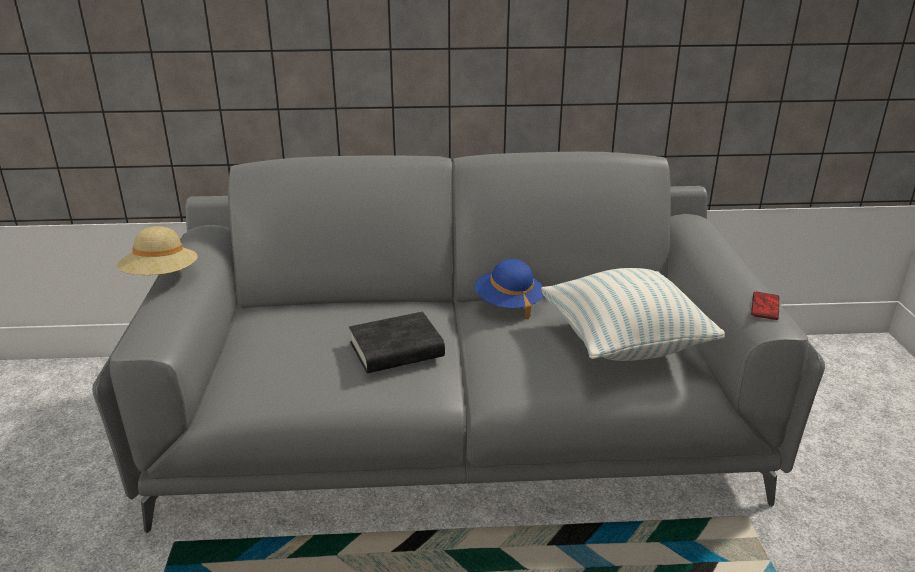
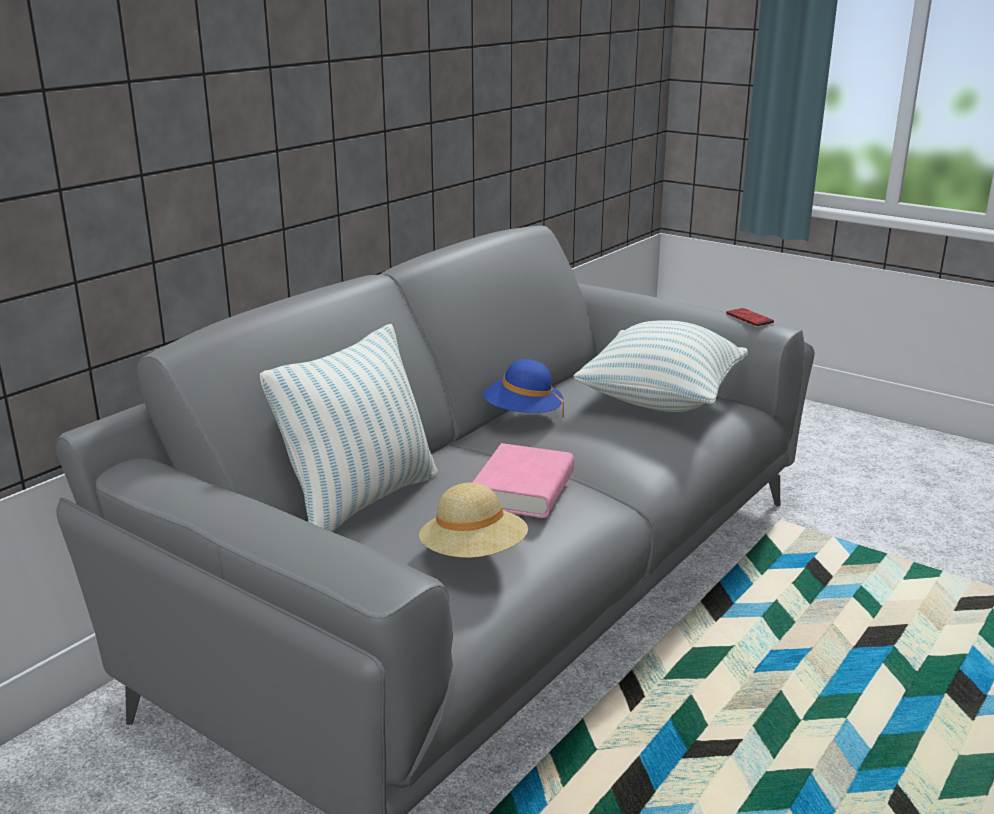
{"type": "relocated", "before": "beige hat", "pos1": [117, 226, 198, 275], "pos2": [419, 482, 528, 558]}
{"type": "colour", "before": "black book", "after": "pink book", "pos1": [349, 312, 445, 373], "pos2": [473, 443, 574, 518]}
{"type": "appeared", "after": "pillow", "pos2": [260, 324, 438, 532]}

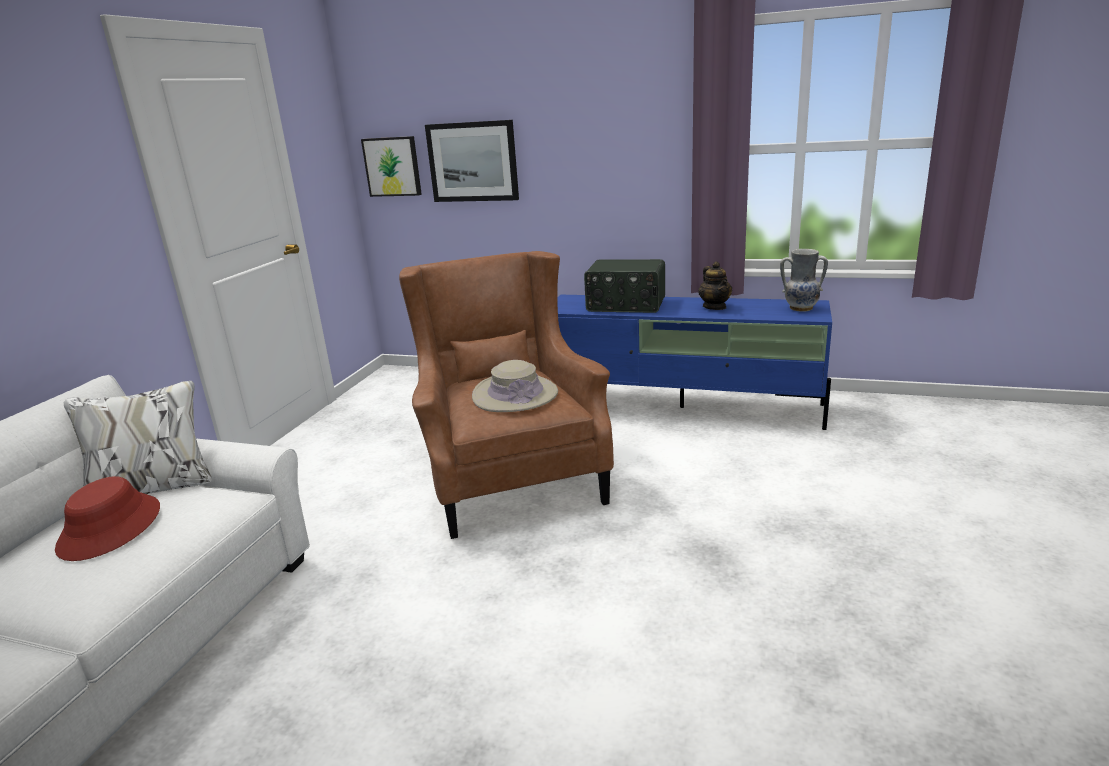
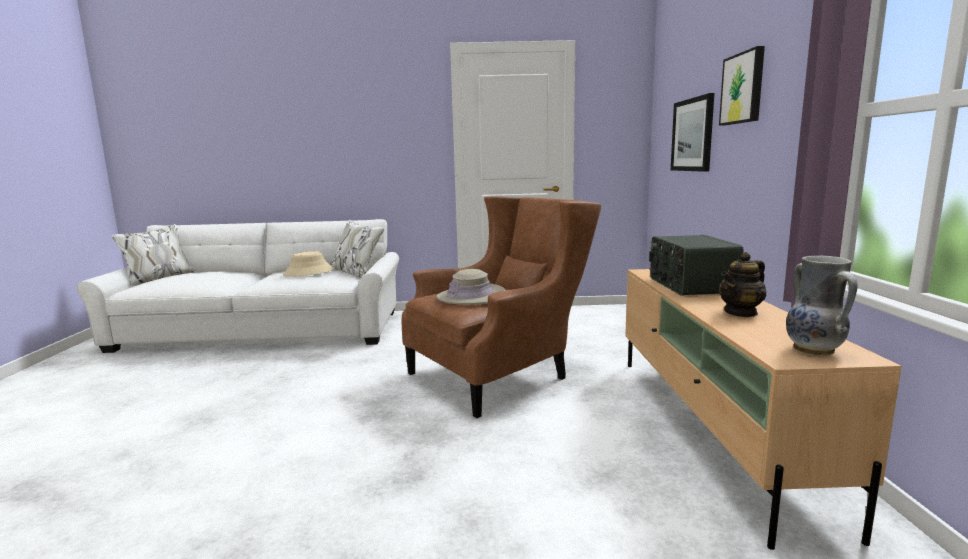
{"type": "relocated", "before": "picture", "pos1": [361, 136, 422, 197], "pos2": [719, 46, 765, 126]}
{"type": "colour", "before": "blue tv stand", "after": "beige tv stand", "pos1": [557, 295, 832, 430], "pos2": [625, 269, 902, 550]}
{"type": "colour", "before": "red hat", "after": "beige hat", "pos1": [55, 476, 160, 561], "pos2": [283, 251, 334, 277]}

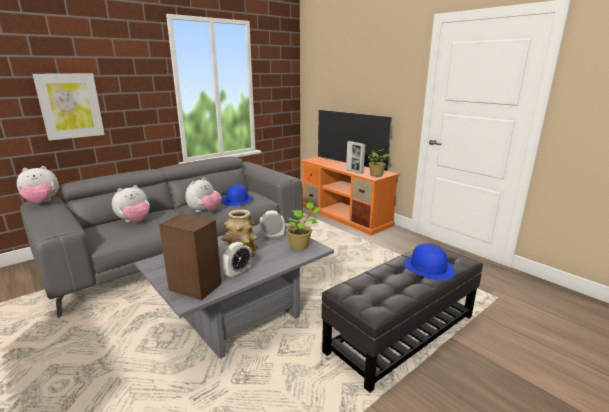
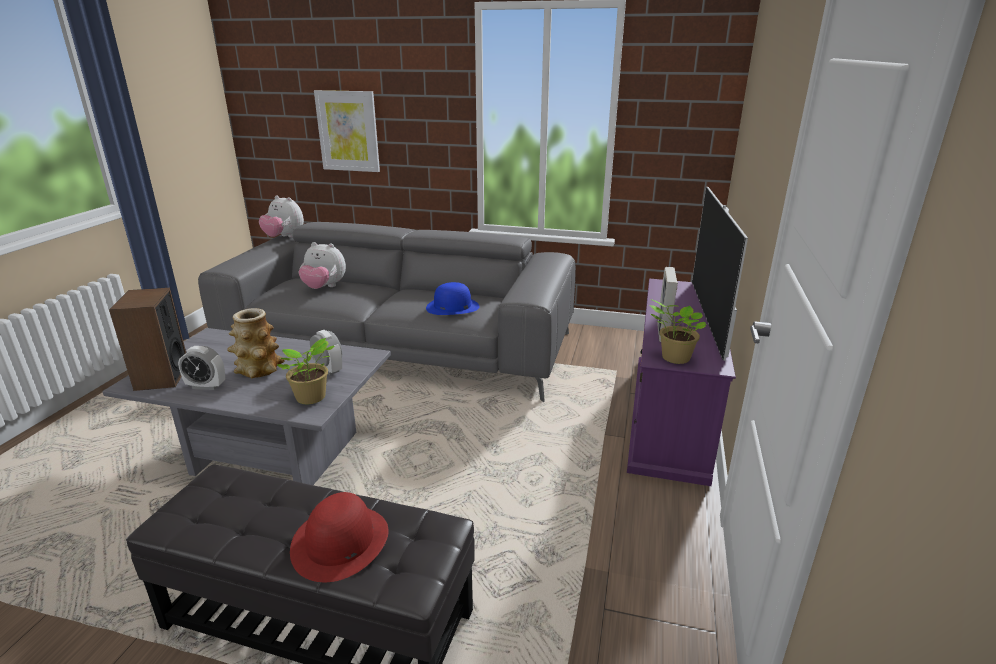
{"type": "colour", "before": "orange tv stand", "after": "purple tv stand", "pos1": [301, 157, 400, 236], "pos2": [627, 279, 736, 486]}
{"type": "missing", "before": "plush toy", "pos1": [185, 177, 222, 213]}
{"type": "colour", "before": "blue hat", "after": "red hat", "pos1": [403, 244, 455, 281], "pos2": [290, 492, 389, 582]}

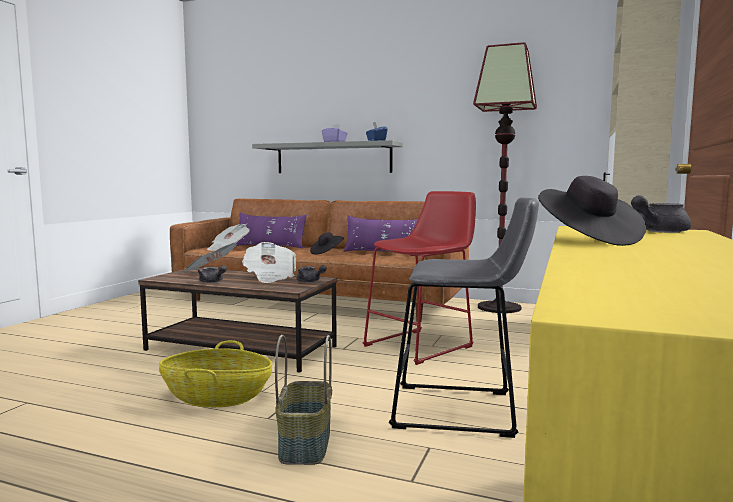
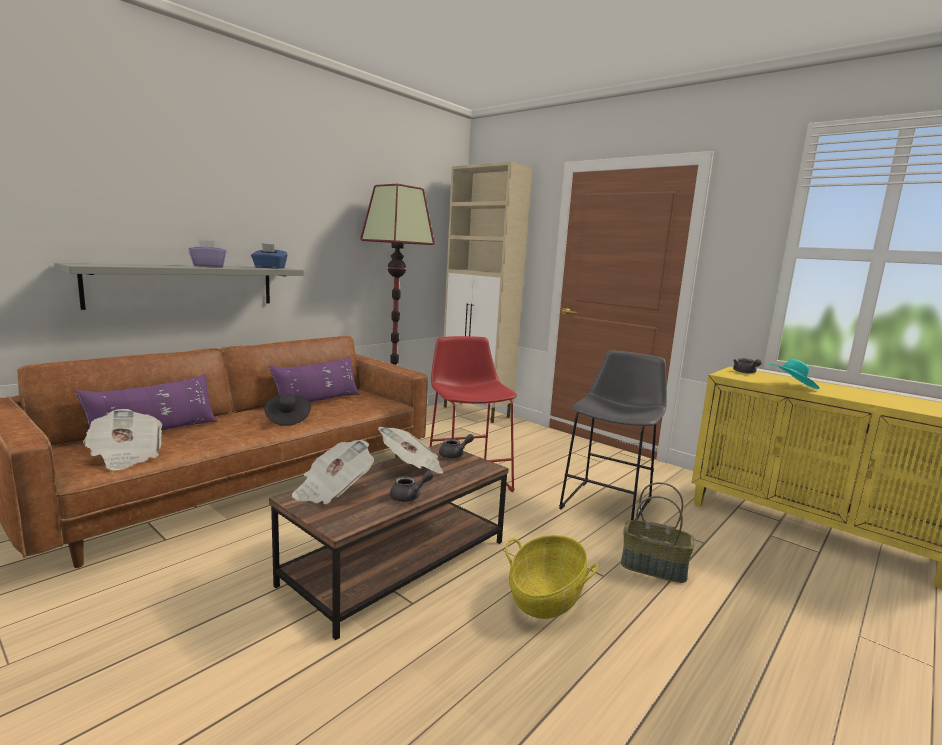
{"type": "colour", "before": "black hat", "after": "turquoise hat", "pos1": [538, 176, 646, 246], "pos2": [769, 359, 819, 389]}

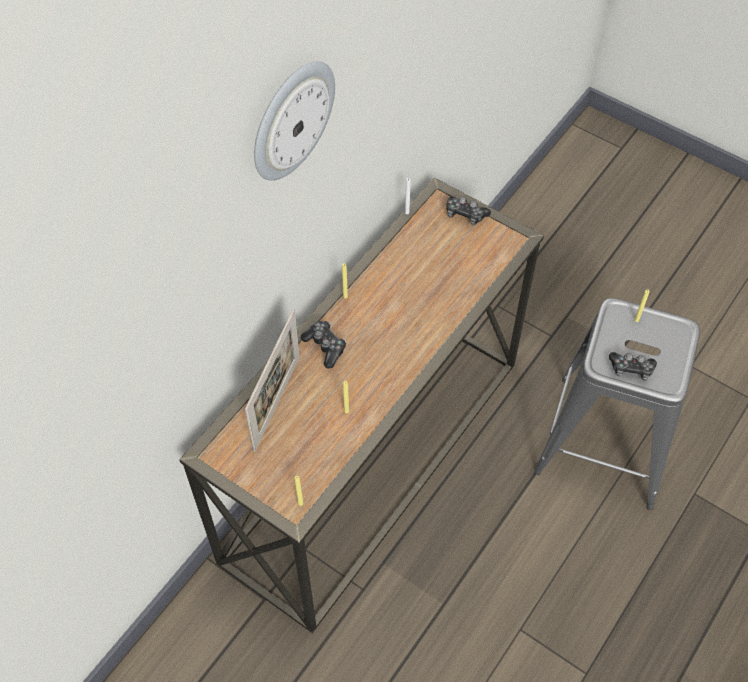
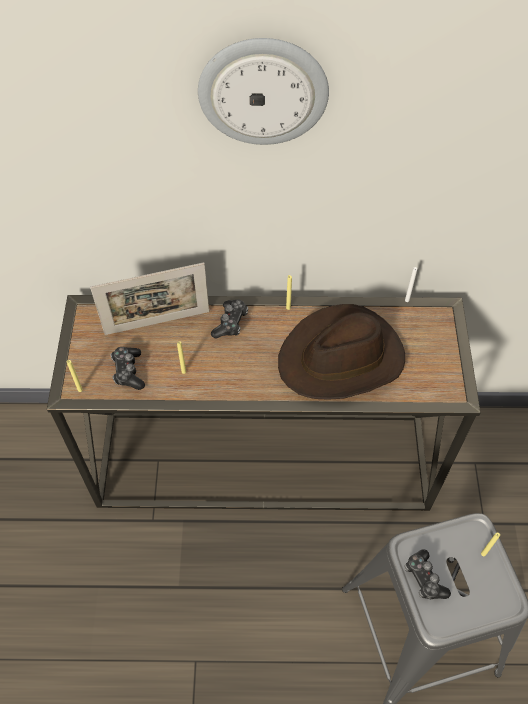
{"type": "relocated", "before": "game controller", "pos1": [446, 197, 491, 226], "pos2": [110, 347, 145, 390]}
{"type": "appeared", "after": "brown hat", "pos2": [278, 304, 405, 400]}

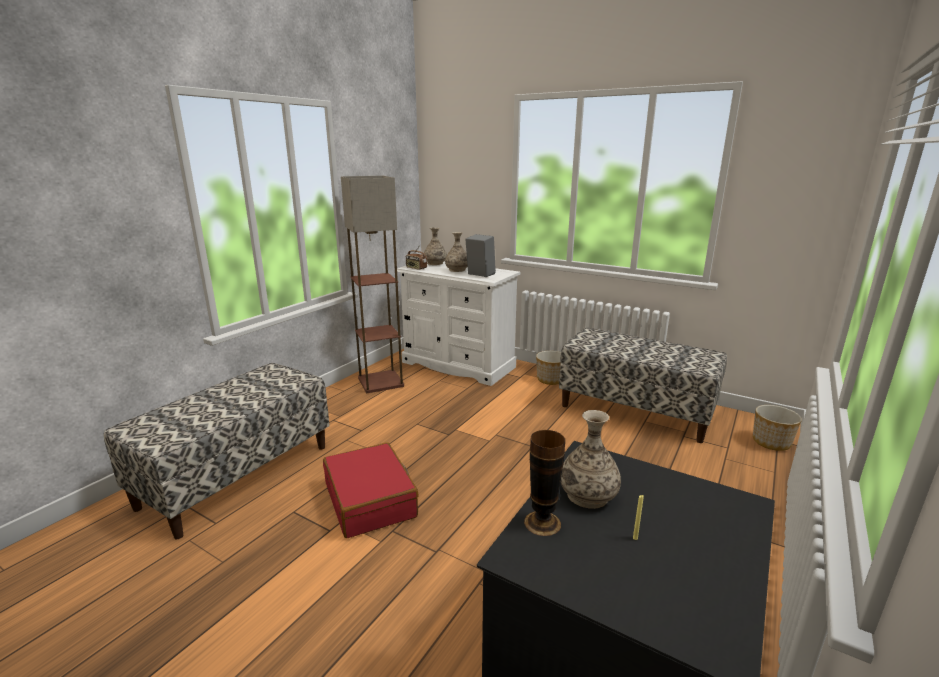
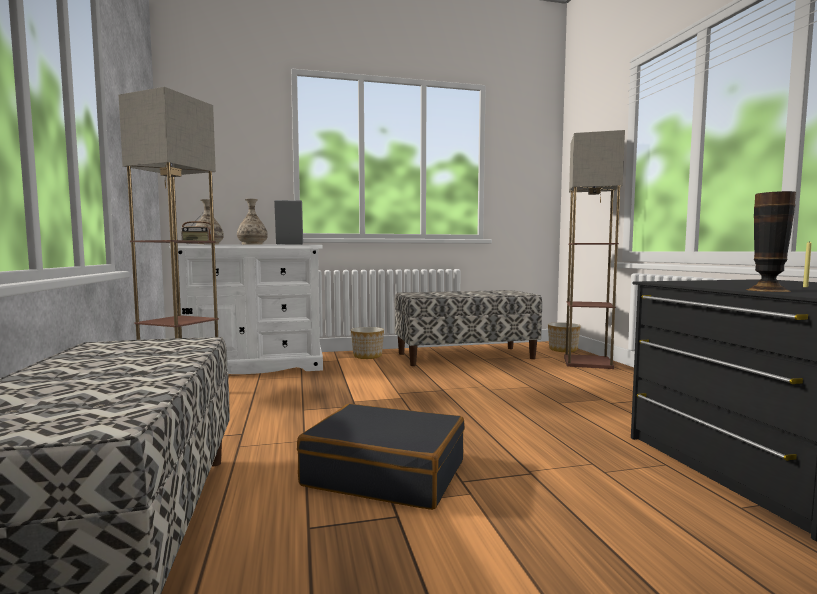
{"type": "missing", "before": "vase", "pos1": [561, 410, 621, 509]}
{"type": "colour", "before": "red suitcase", "after": "black suitcase", "pos1": [323, 442, 419, 538], "pos2": [297, 404, 465, 510]}
{"type": "appeared", "after": "floor lamp", "pos2": [564, 130, 625, 369]}

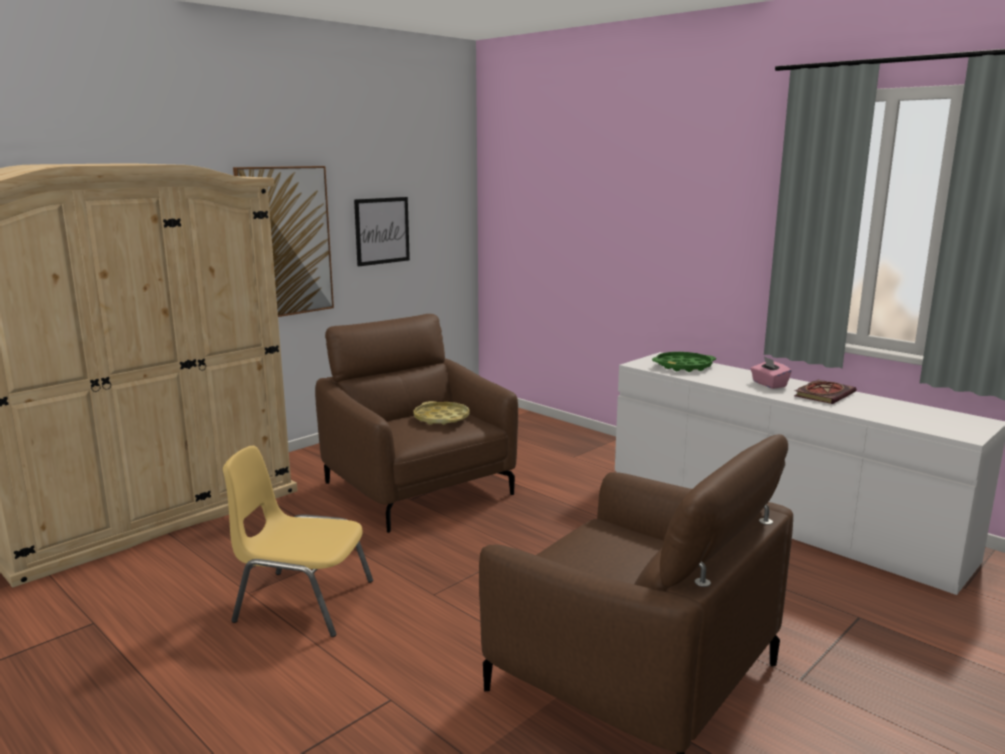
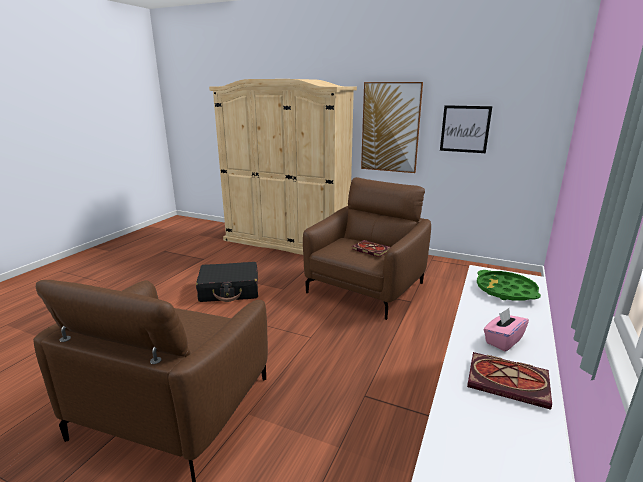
{"type": "exchanged", "before": "yellow tray", "after": "book", "pos1": [413, 401, 469, 425], "pos2": [352, 240, 390, 257]}
{"type": "exchanged", "before": "yellow chair", "after": "black suitcase", "pos1": [223, 446, 373, 637], "pos2": [196, 262, 258, 302]}

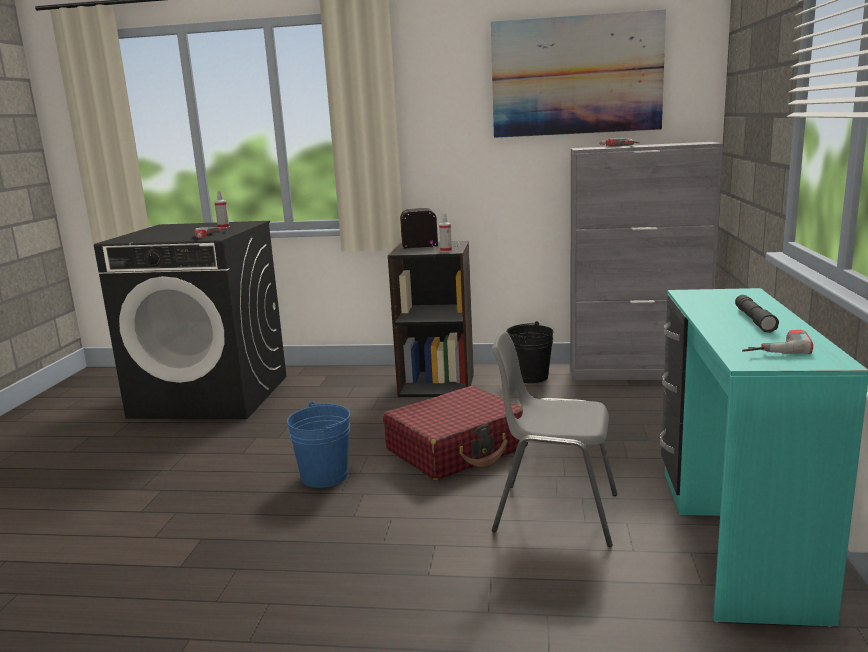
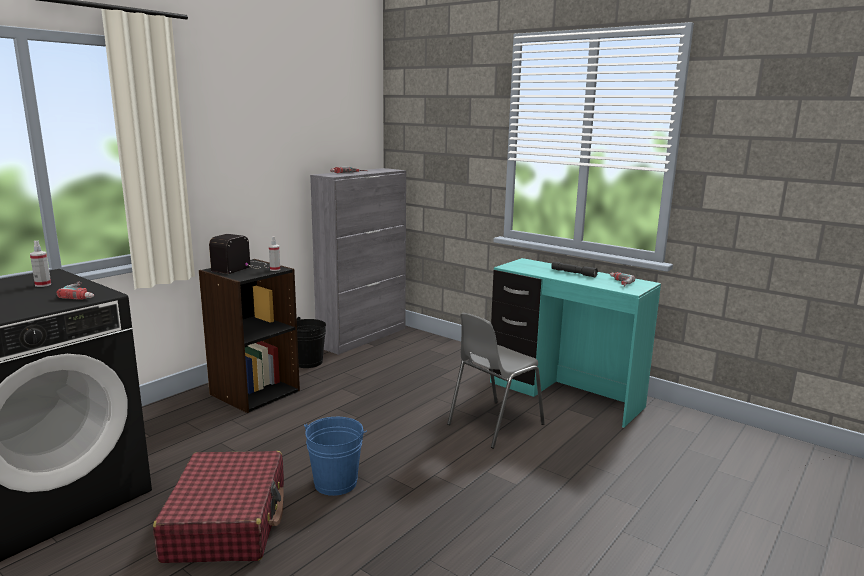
{"type": "missing", "before": "picture", "pos1": [491, 9, 666, 138]}
{"type": "relocated", "before": "red suitcase", "pos1": [383, 386, 528, 480], "pos2": [153, 451, 284, 563]}

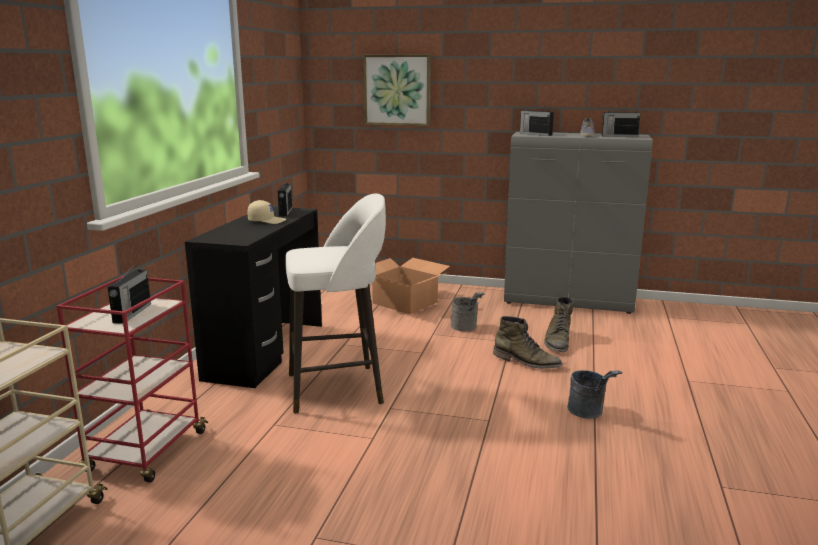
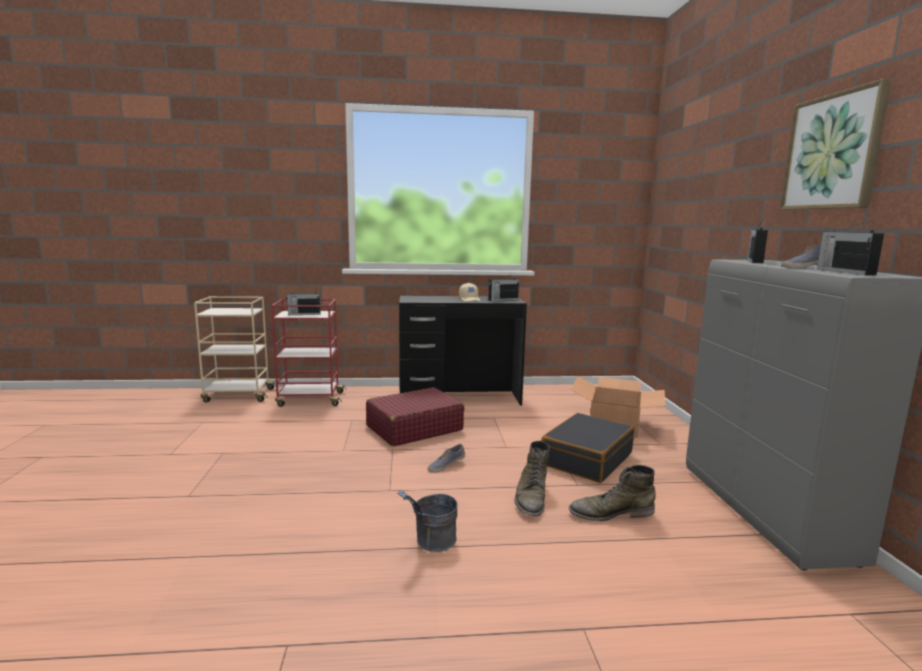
{"type": "relocated", "before": "picture", "pos1": [363, 54, 431, 126], "pos2": [780, 79, 891, 210]}
{"type": "exchanged", "before": "white stool", "after": "red suitcase", "pos1": [285, 193, 386, 414], "pos2": [366, 387, 464, 446]}
{"type": "exchanged", "before": "grey bucket", "after": "black suitcase", "pos1": [451, 292, 485, 332], "pos2": [541, 413, 634, 483]}
{"type": "appeared", "after": "shoe", "pos2": [428, 444, 465, 473]}

